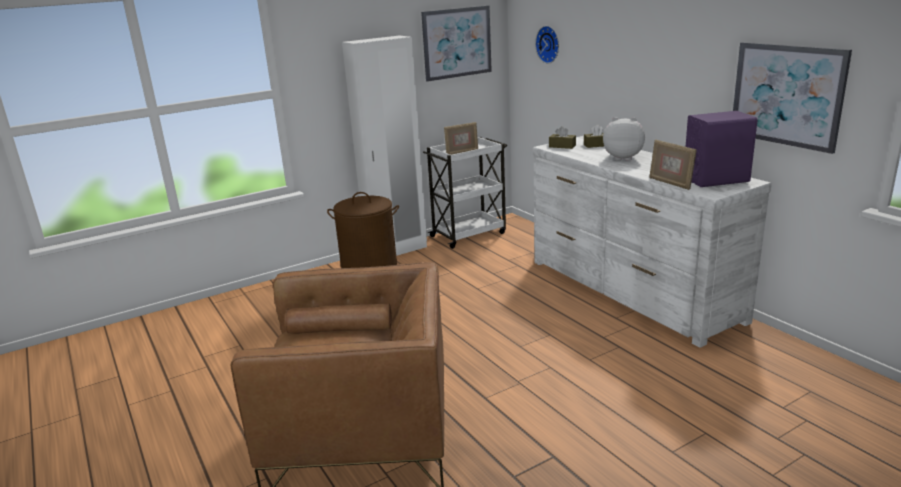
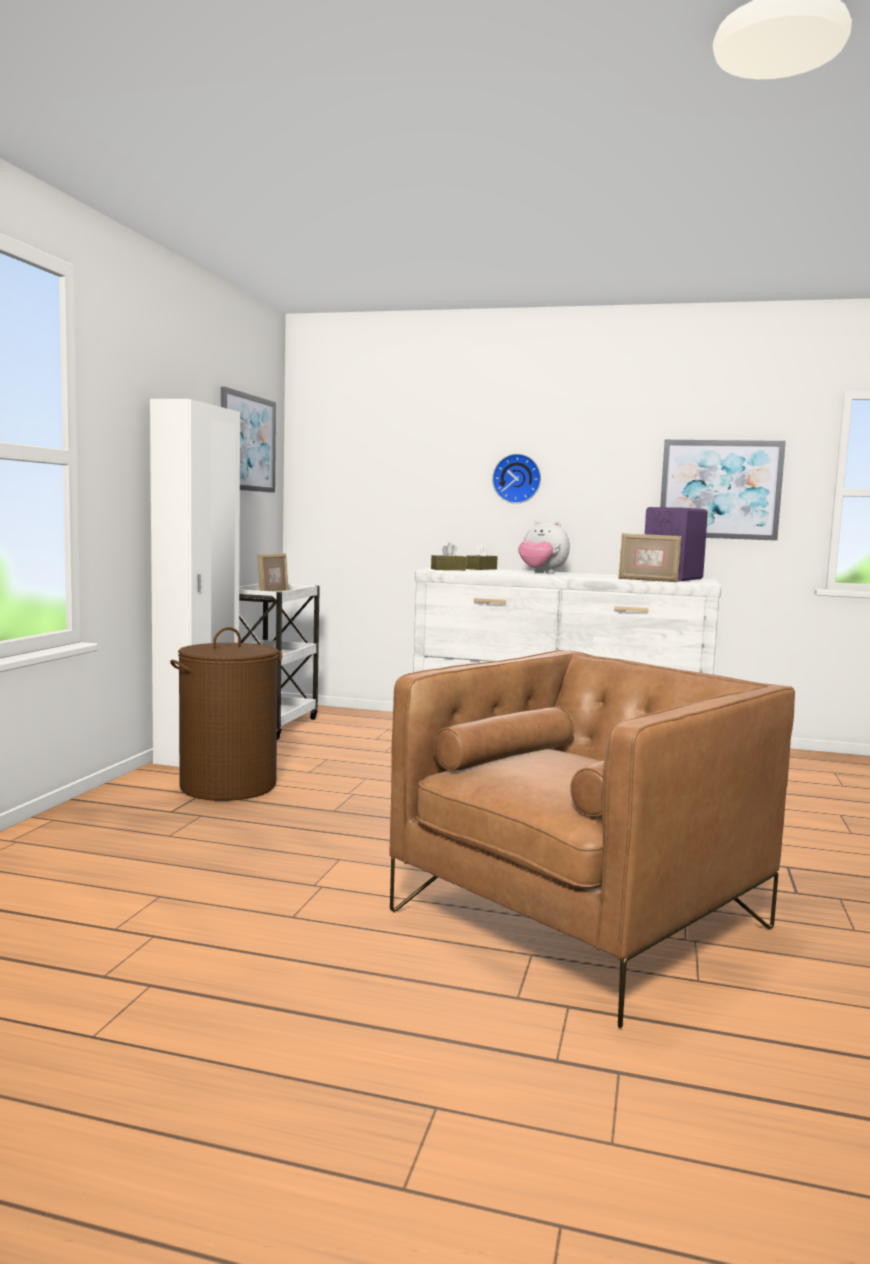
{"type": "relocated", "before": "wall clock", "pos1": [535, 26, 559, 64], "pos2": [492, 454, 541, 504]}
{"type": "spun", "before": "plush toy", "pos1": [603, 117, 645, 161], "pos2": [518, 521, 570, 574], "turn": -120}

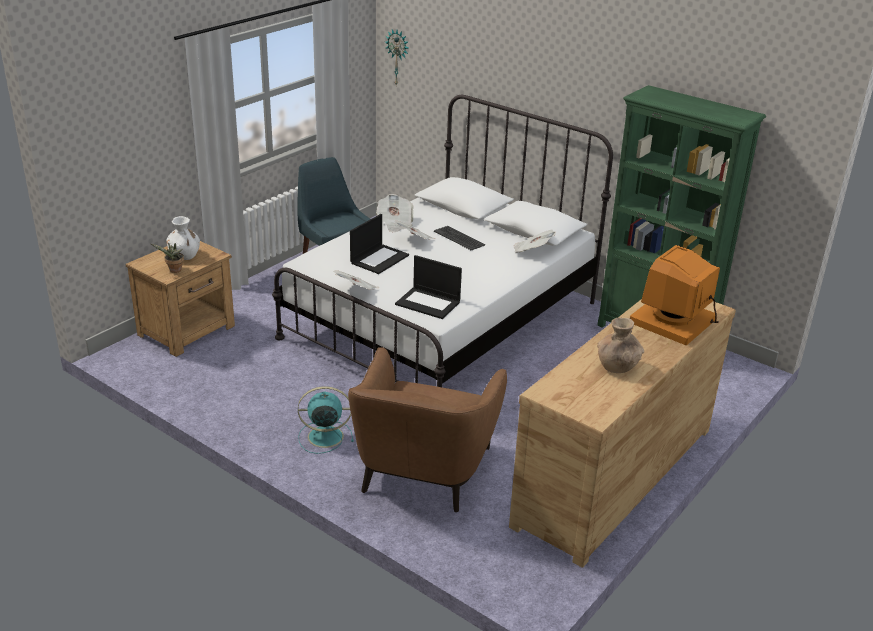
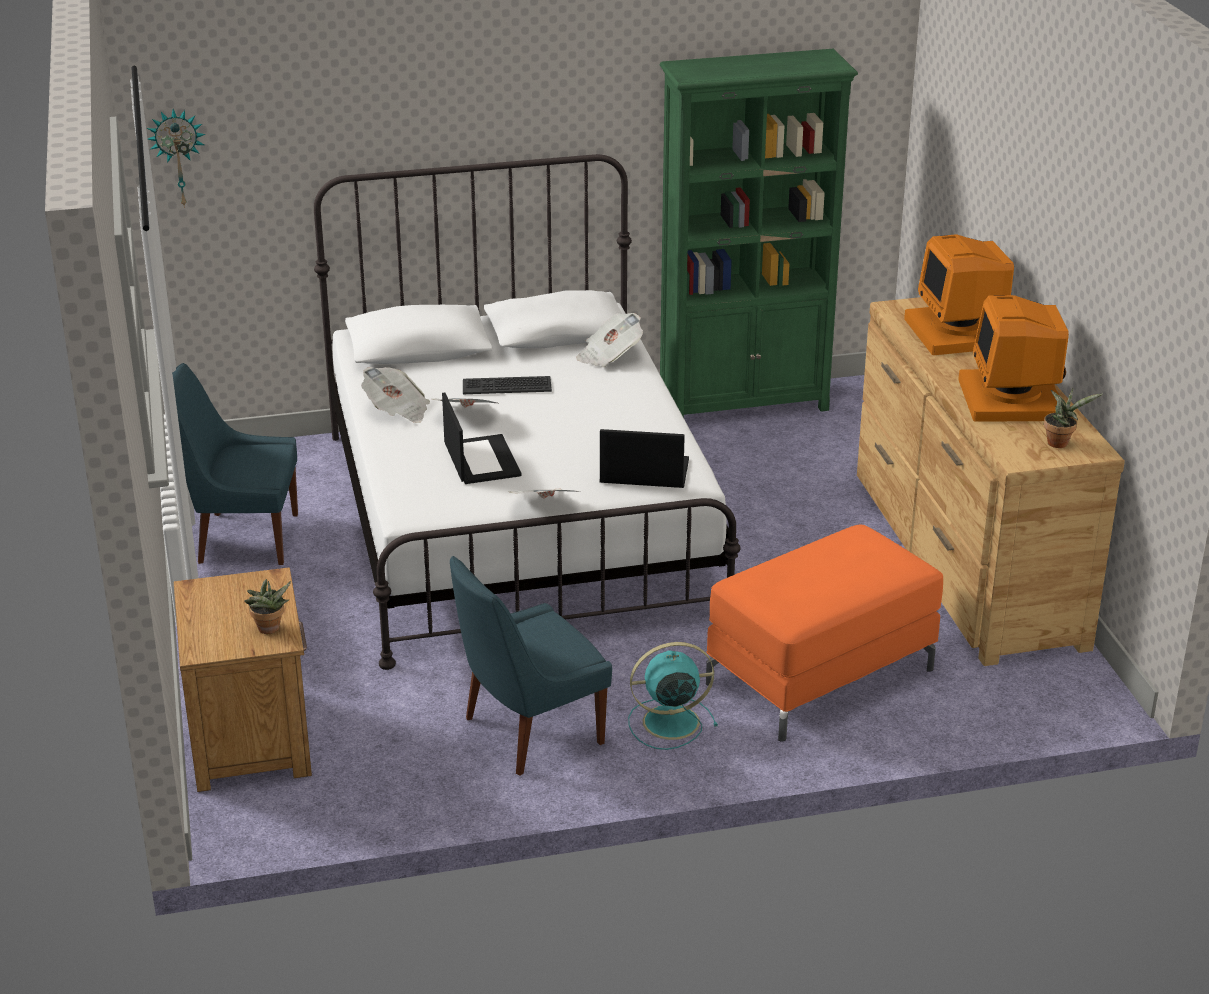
{"type": "missing", "before": "white vase", "pos1": [167, 216, 200, 260]}
{"type": "spun", "before": "laptop", "pos1": [395, 255, 462, 319], "pos2": [600, 429, 689, 488], "turn": -150}
{"type": "exchanged", "before": "brown vase", "after": "monitor", "pos1": [597, 317, 645, 373], "pos2": [958, 295, 1069, 422]}
{"type": "exchanged", "before": "brown armchair", "after": "orange ottoman", "pos1": [348, 347, 507, 512], "pos2": [706, 525, 943, 742]}
{"type": "spun", "before": "turquoise fan", "pos1": [298, 386, 354, 454], "pos2": [628, 642, 718, 750], "turn": 45}
{"type": "appeared", "after": "potted plant", "pos2": [1044, 388, 1103, 448]}
{"type": "appeared", "after": "blue chair", "pos2": [450, 556, 612, 776]}

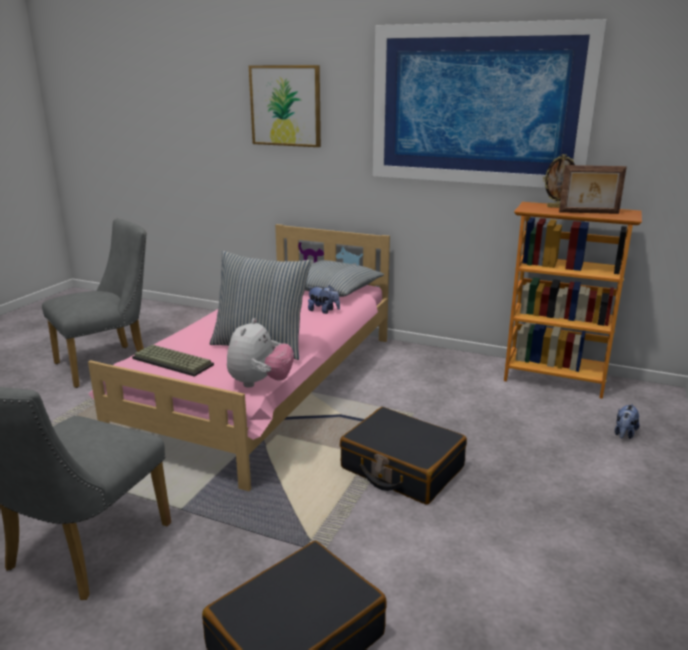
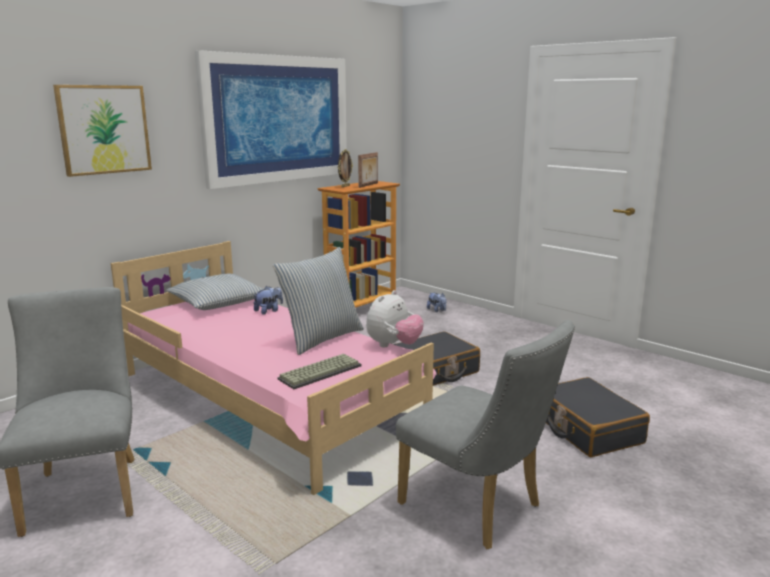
{"type": "spun", "before": "plush toy", "pos1": [227, 318, 294, 388], "pos2": [366, 290, 424, 347], "turn": 90}

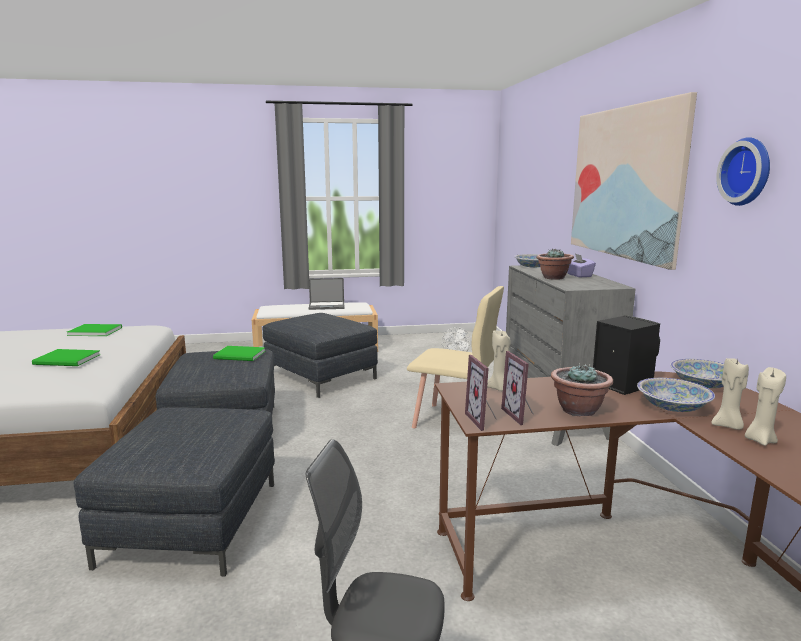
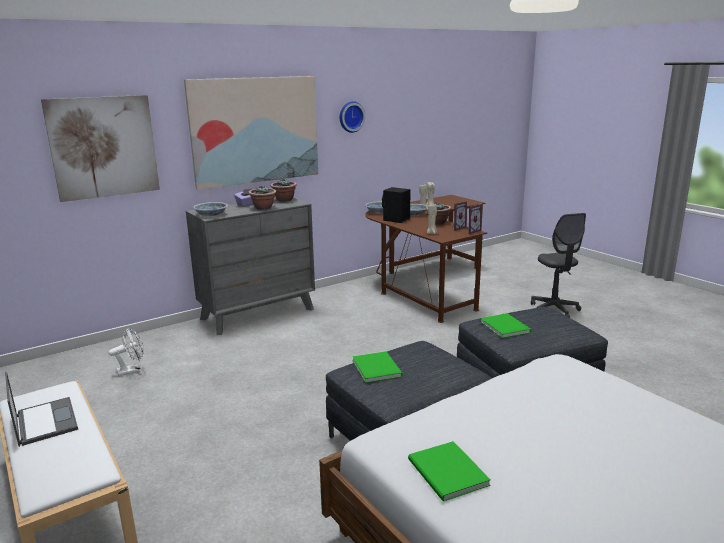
{"type": "missing", "before": "beige chair", "pos1": [407, 286, 504, 428]}
{"type": "missing", "before": "grey ottoman", "pos1": [262, 313, 378, 398]}
{"type": "relocated", "before": "green book", "pos1": [32, 349, 100, 366], "pos2": [480, 313, 531, 338]}
{"type": "appeared", "after": "picture", "pos2": [41, 95, 160, 202]}
{"type": "appeared", "after": "potted plant", "pos2": [271, 179, 297, 202]}

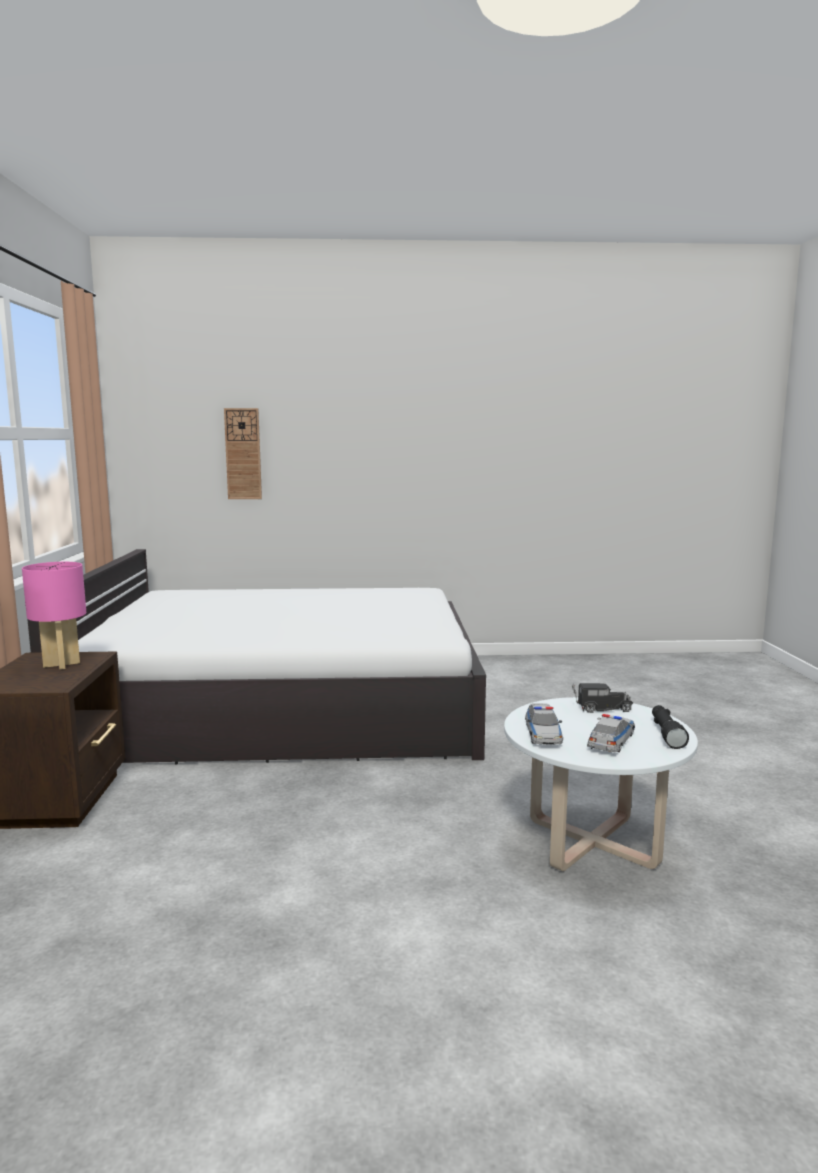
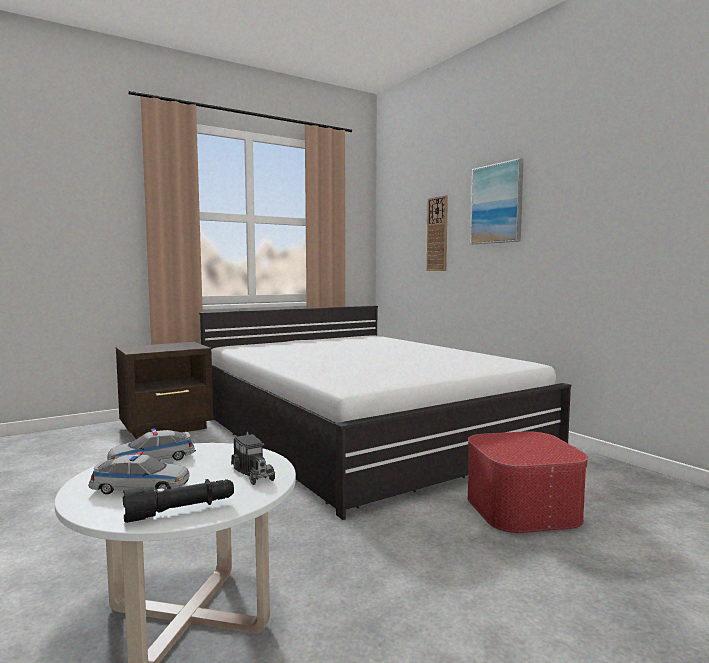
{"type": "missing", "before": "pink table lamp", "pos1": [22, 562, 86, 670]}
{"type": "appeared", "after": "picture", "pos2": [470, 158, 524, 244]}
{"type": "appeared", "after": "ottoman", "pos2": [467, 431, 588, 533]}

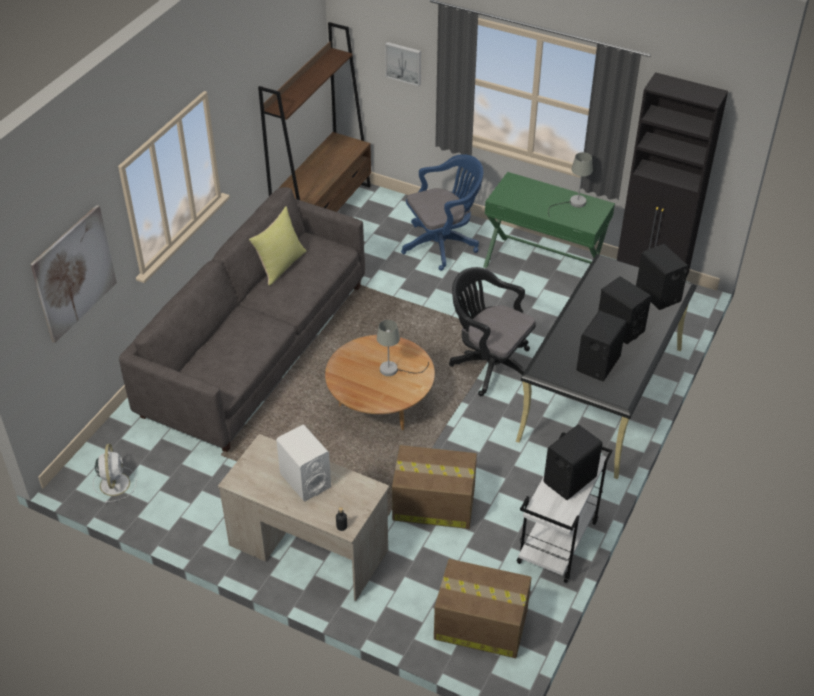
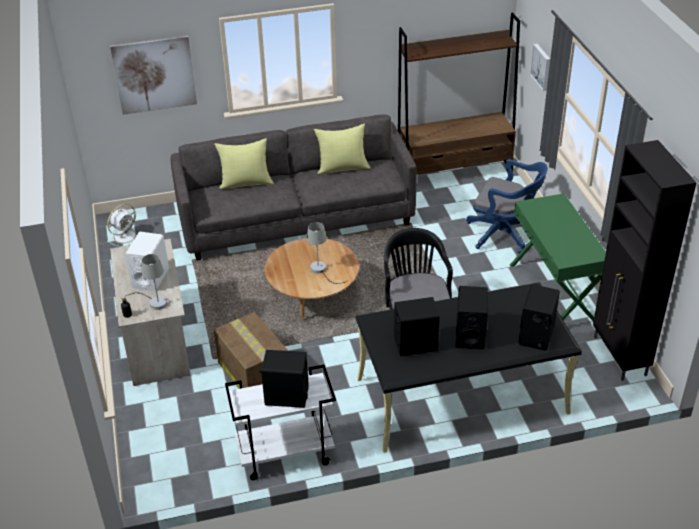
{"type": "relocated", "before": "grey table lamp", "pos1": [548, 152, 593, 217], "pos2": [121, 254, 167, 310]}
{"type": "missing", "before": "cardboard box", "pos1": [434, 559, 532, 658]}
{"type": "appeared", "after": "yellow pillow", "pos2": [214, 138, 274, 189]}

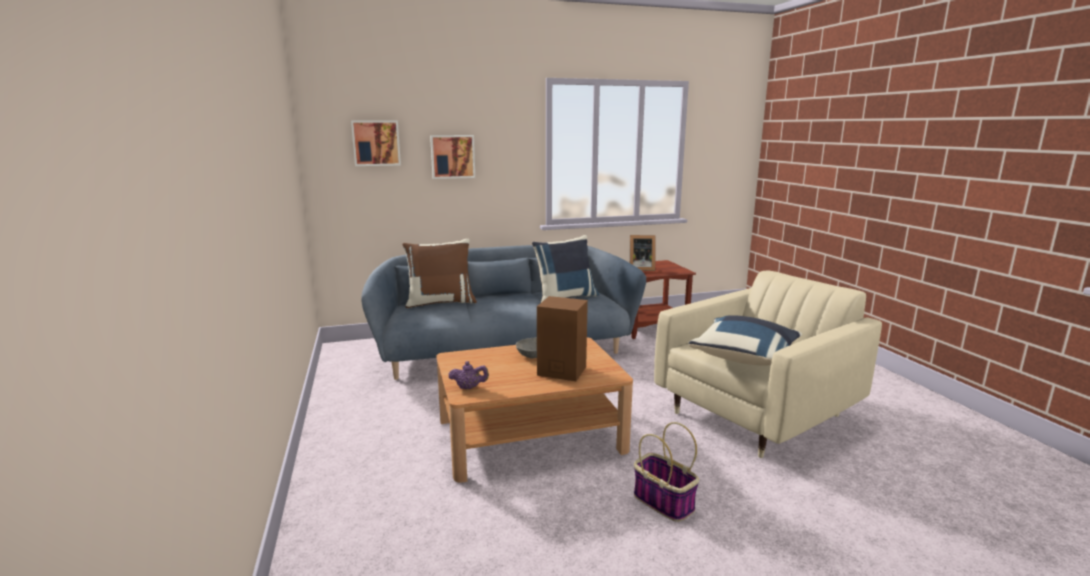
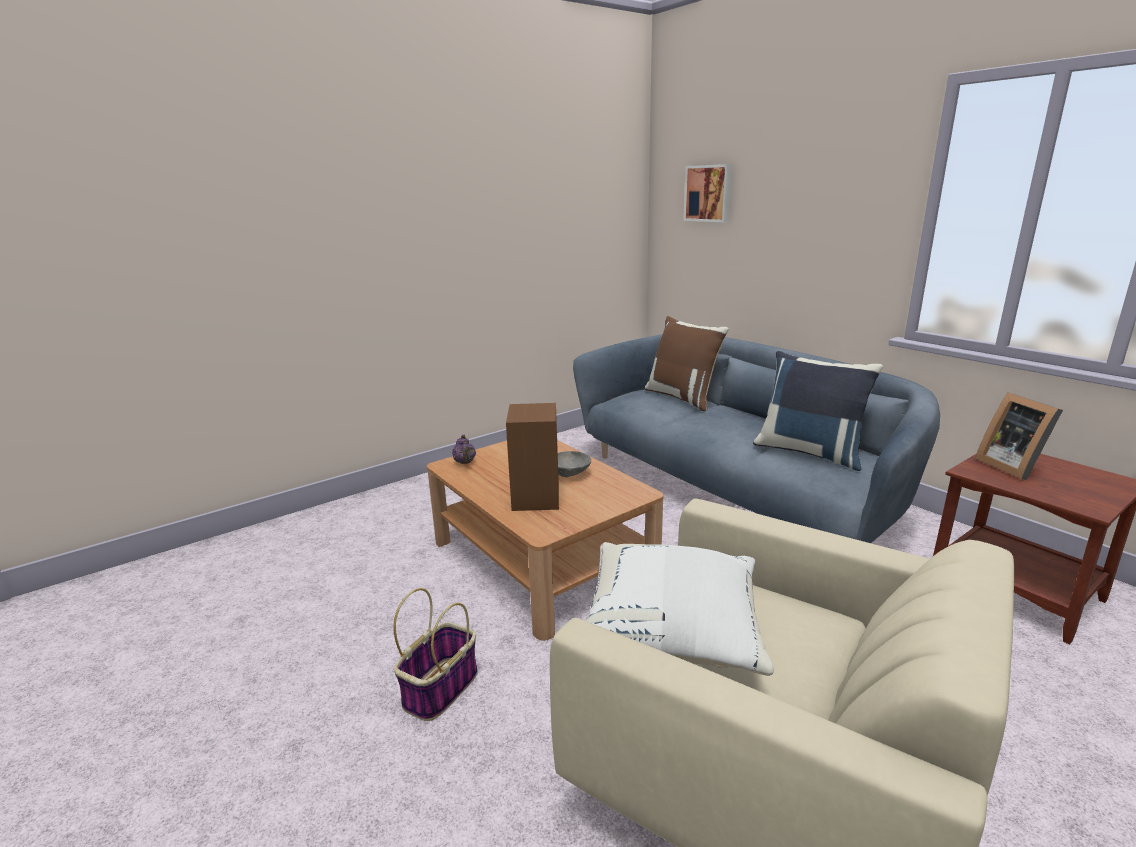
{"type": "missing", "before": "picture", "pos1": [430, 135, 475, 179]}
{"type": "colour", "before": "blue pillow", "after": "white pillow", "pos1": [688, 315, 802, 366], "pos2": [585, 542, 774, 676]}

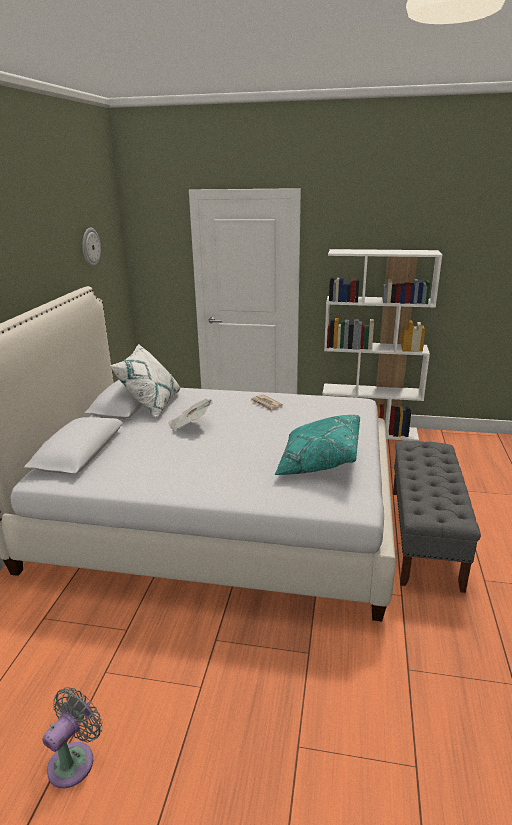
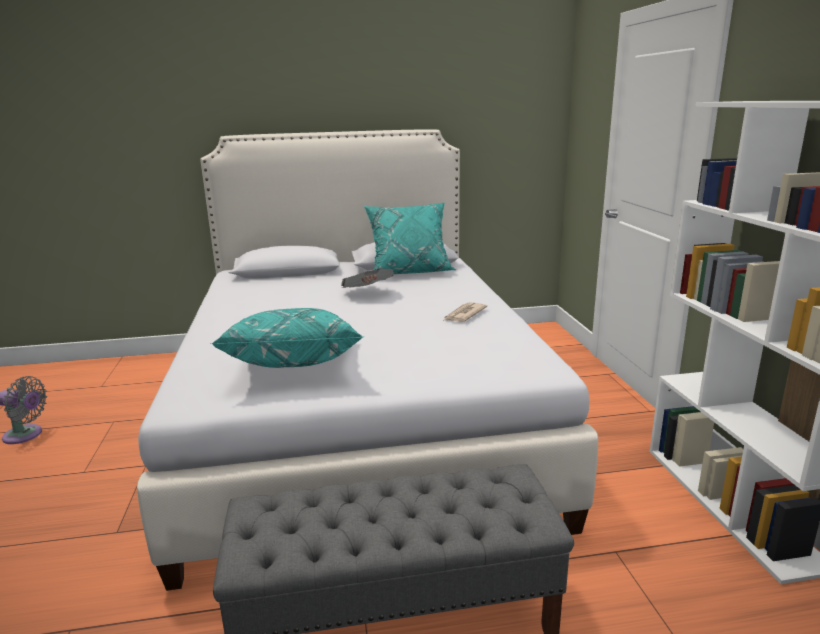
{"type": "missing", "before": "wall clock", "pos1": [82, 228, 101, 267]}
{"type": "colour", "before": "white pillow", "after": "turquoise pillow", "pos1": [110, 344, 180, 417], "pos2": [364, 202, 456, 274]}

